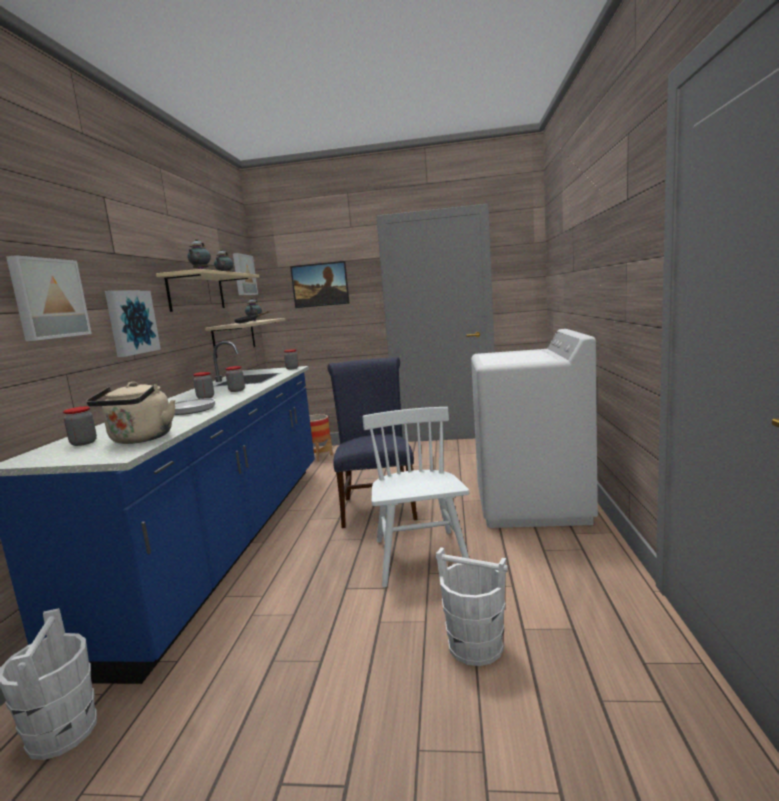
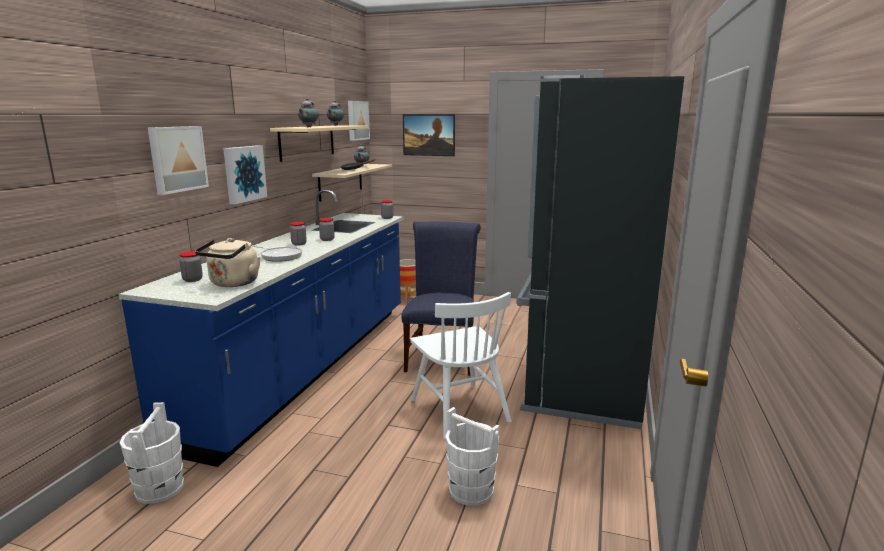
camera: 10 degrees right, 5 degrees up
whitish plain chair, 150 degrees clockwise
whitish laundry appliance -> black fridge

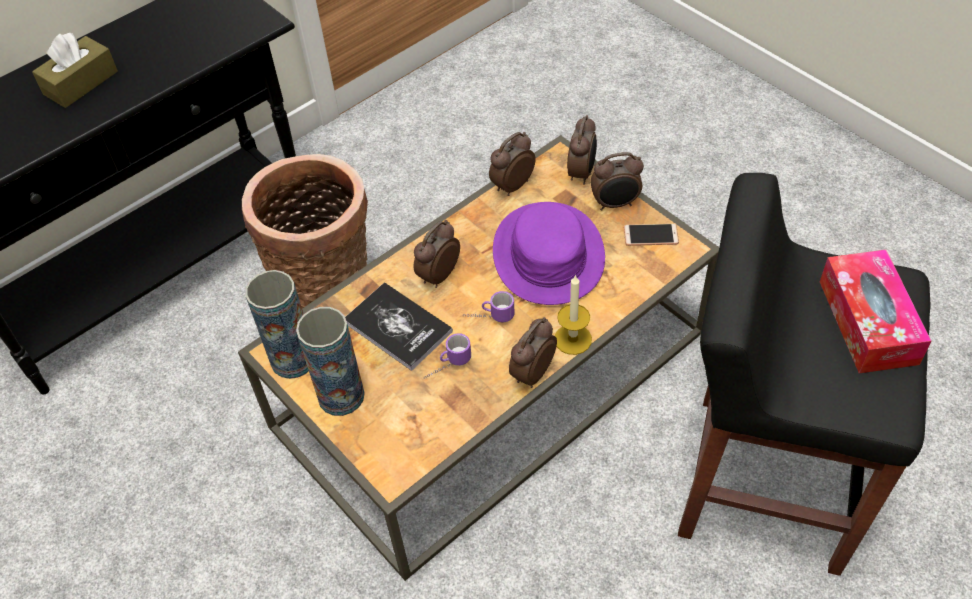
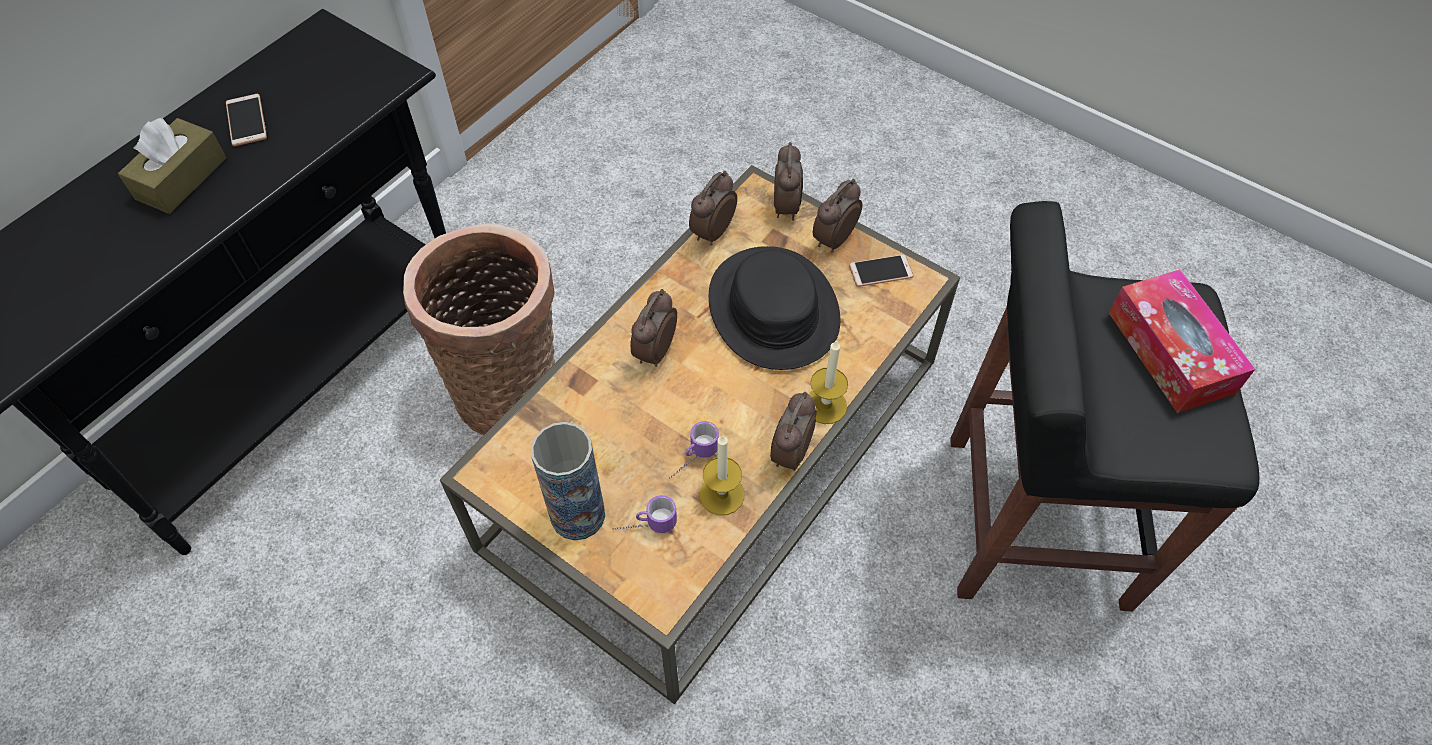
camera: 15 degrees left, 5 degrees up
flower vase (1st from left) -> none
bound book -> none
mug (2nd from left in the first image) -> mug (1st from left), moved
purplish clothing hat -> black clothing hat
table clock (5th from left), 150 degrees clockwise
none -> telephone (1st from left)
none -> wax candle (1st from left)

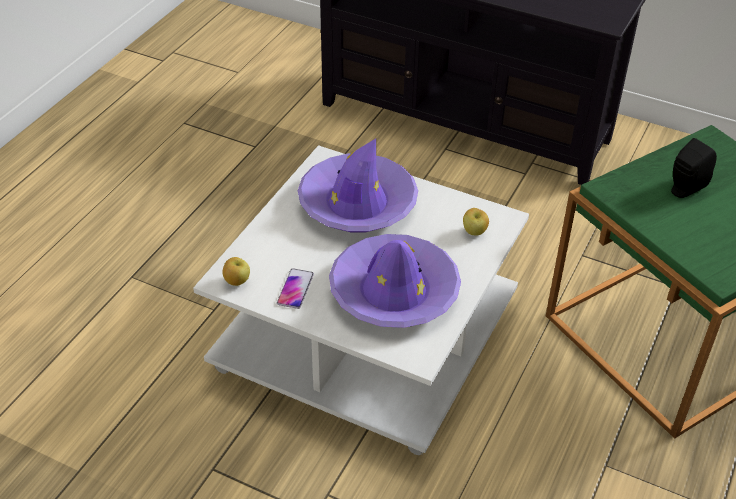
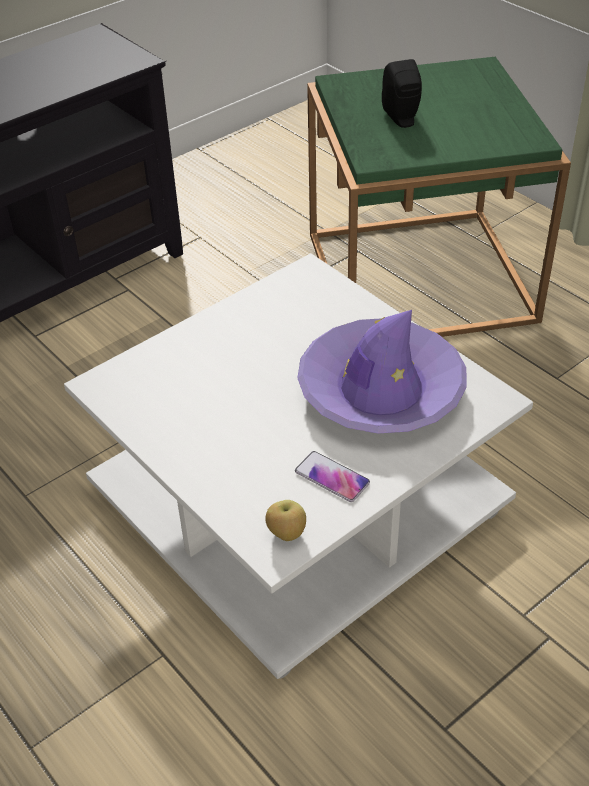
camera: 65 degrees left, 0 degrees up
purplish clothing hat (1st from left) -> none
apple (2nd from left) -> none

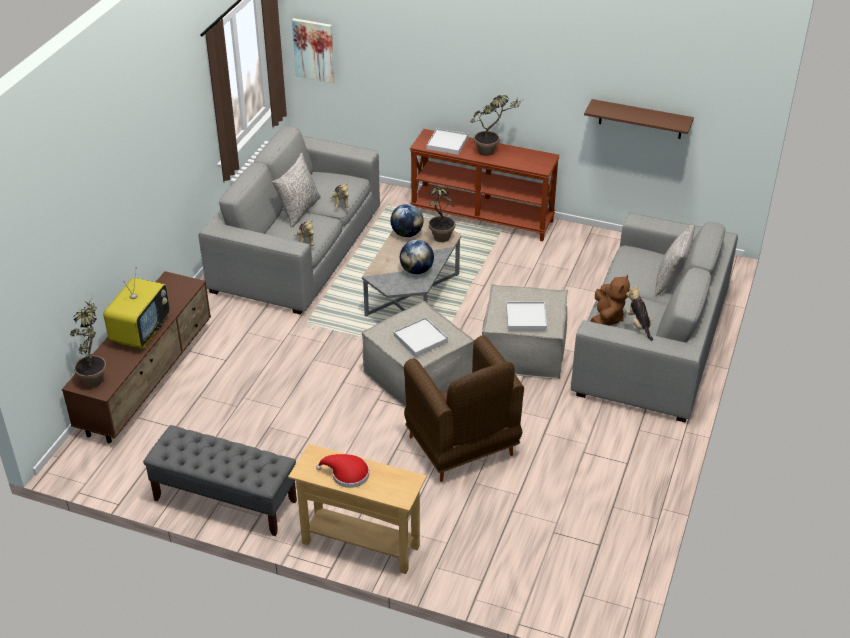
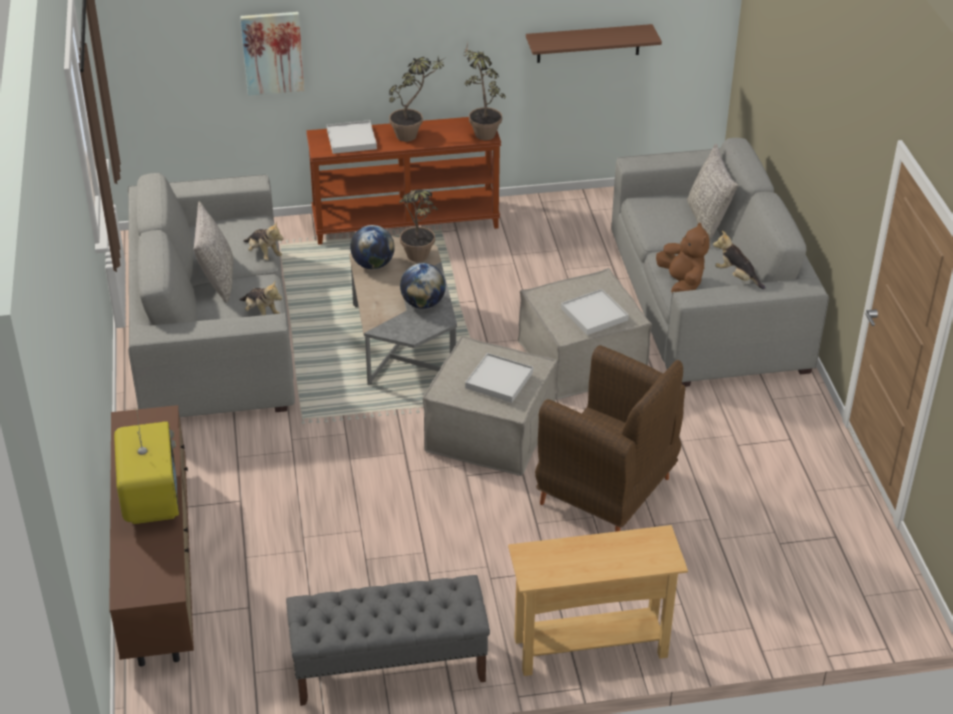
camera: 30 degrees left, 0 degrees up
plant in a pot (1st from left in the first image) -> plant in a pot (3rd from left), moved
picture, moved
red-coloured clothing hat -> none

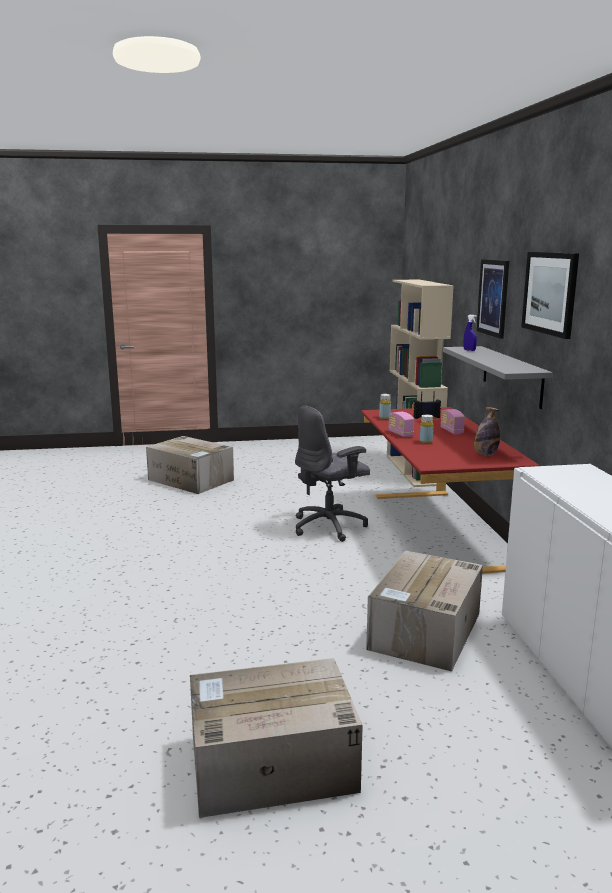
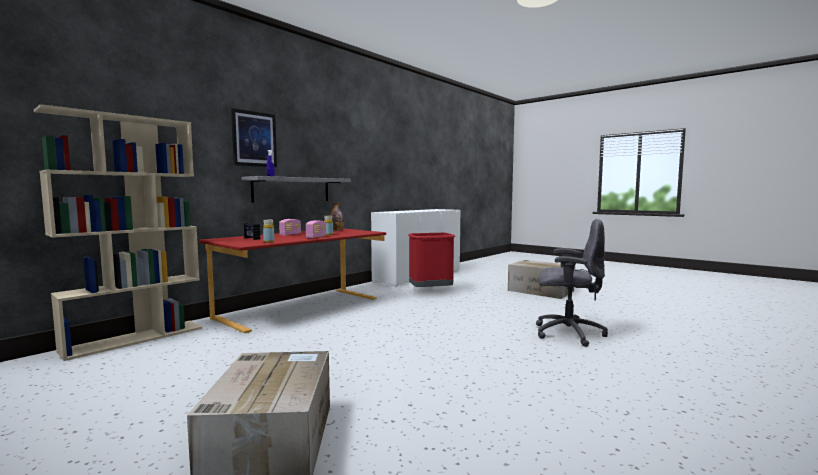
camera: 130 degrees left, 10 degrees down
gray computer chair, moved
carton (3rd from left) -> red-coloured rubbish bin
picture (2nd from left) -> none

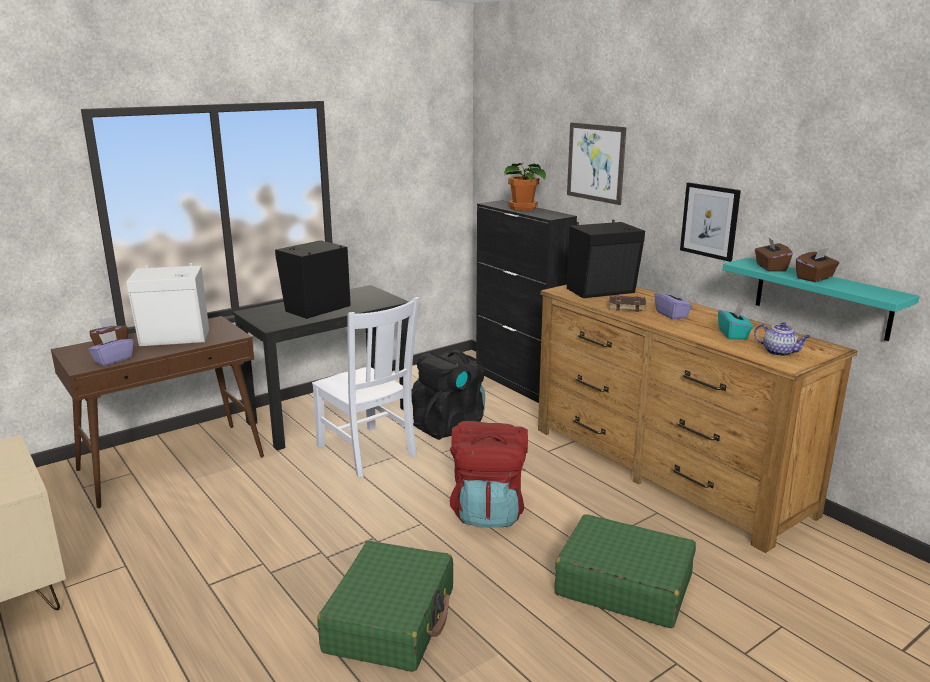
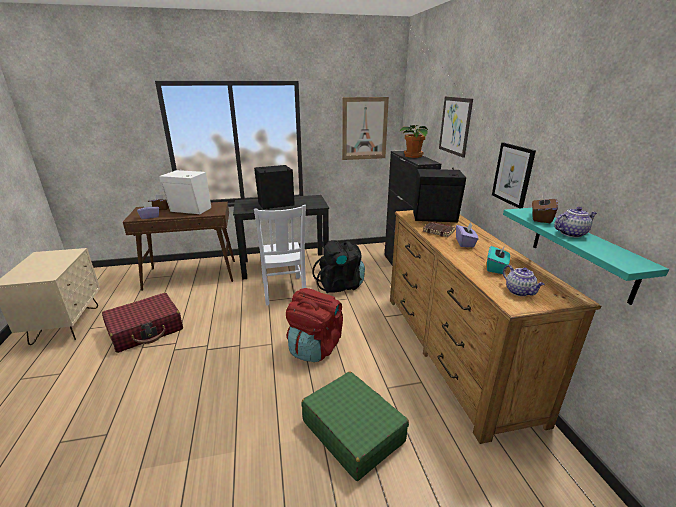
camera: 25 degrees right, 5 degrees up
green piece of luggage (1st from left) -> none
brown-coloured tissue holder (3rd from left) -> pot for tea (2nd from left)
none -> red-coloured piece of luggage
none -> picture (1st from left)

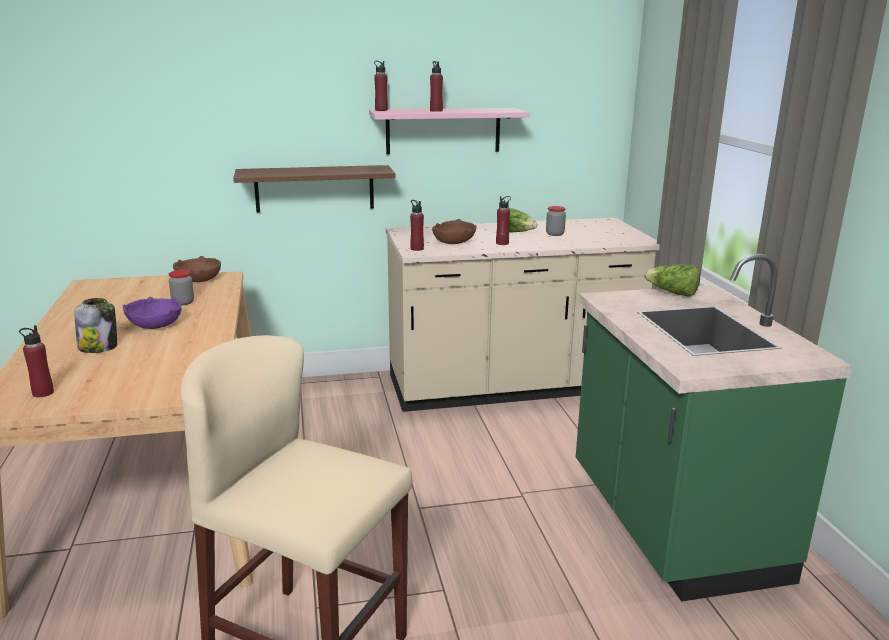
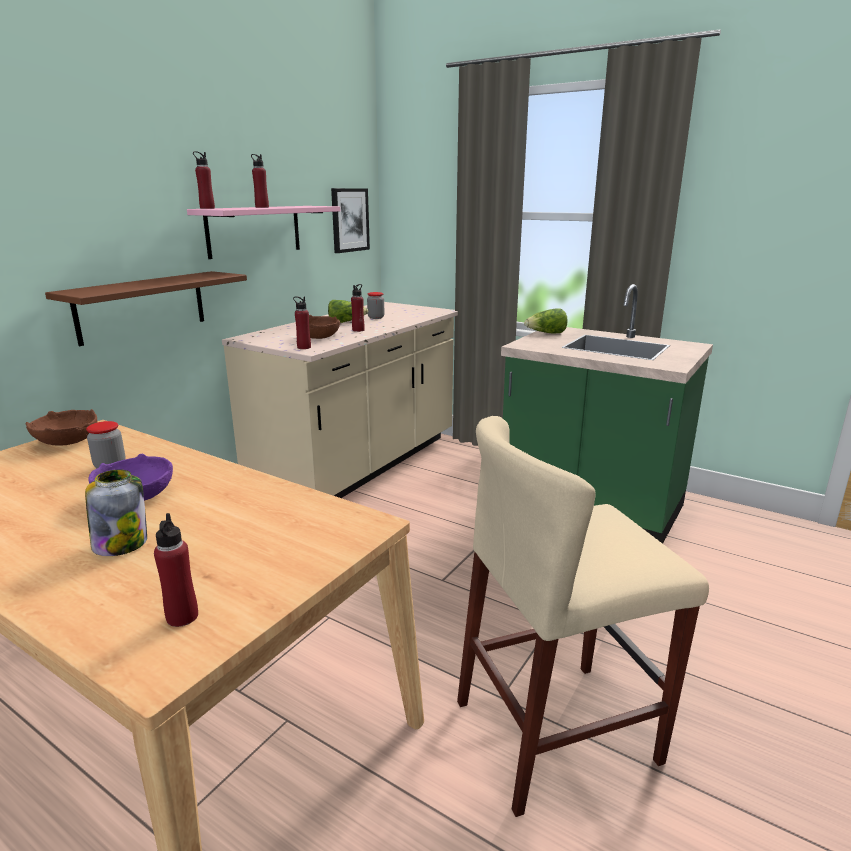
camera: 45 degrees left, 0 degrees up
none -> picture

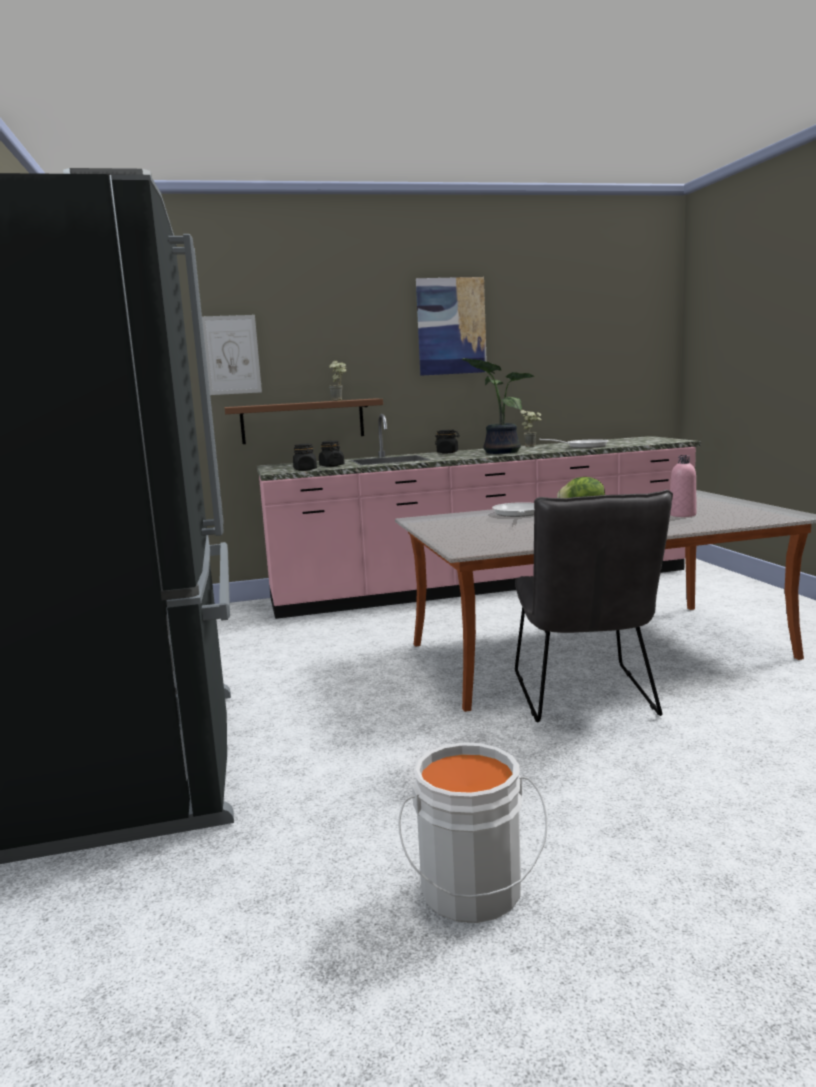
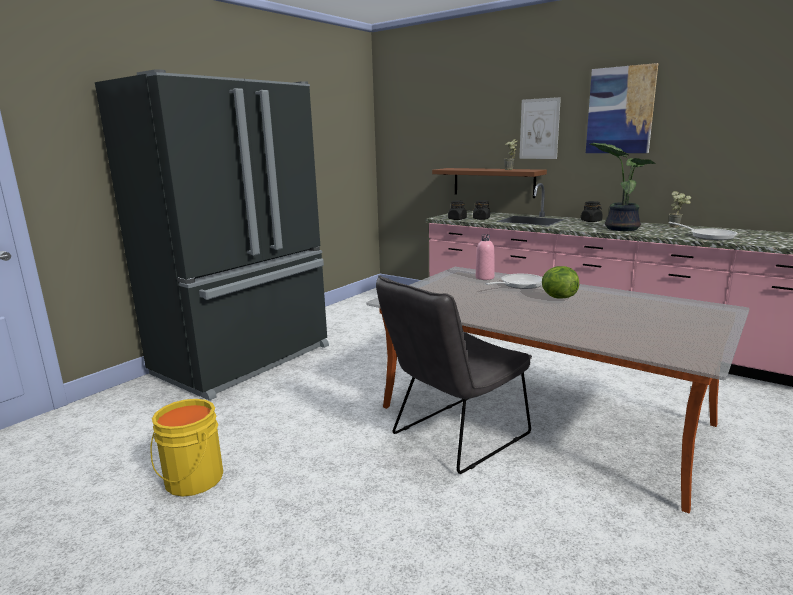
camera: 50 degrees right, 5 degrees up
picture (1st from left), moved
whitish water bucket -> yellowish water bucket
pinkish beverage bottle, moved

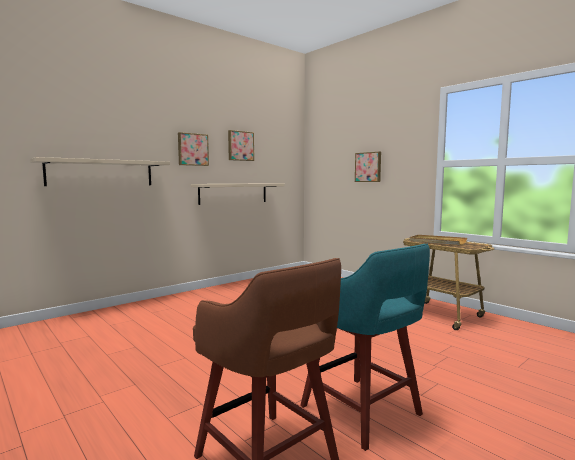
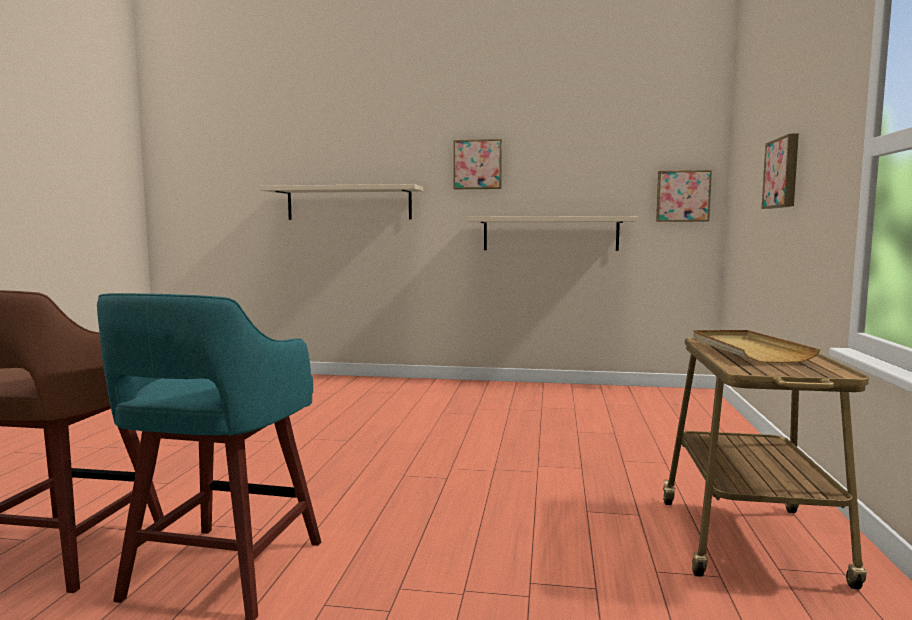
camera: 50 degrees right, 0 degrees up
picture (2nd from left), moved

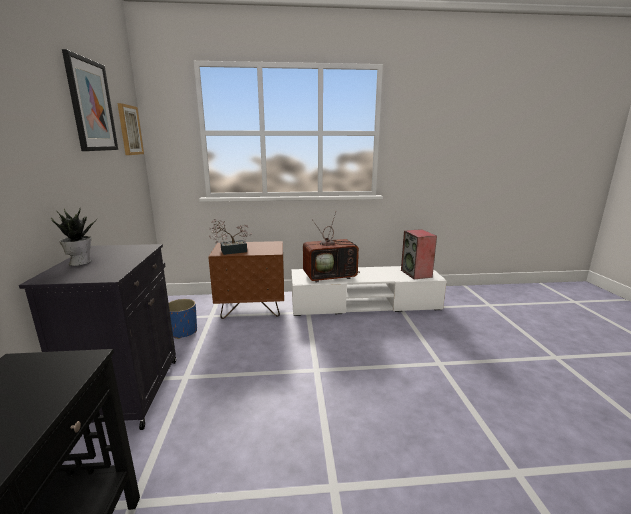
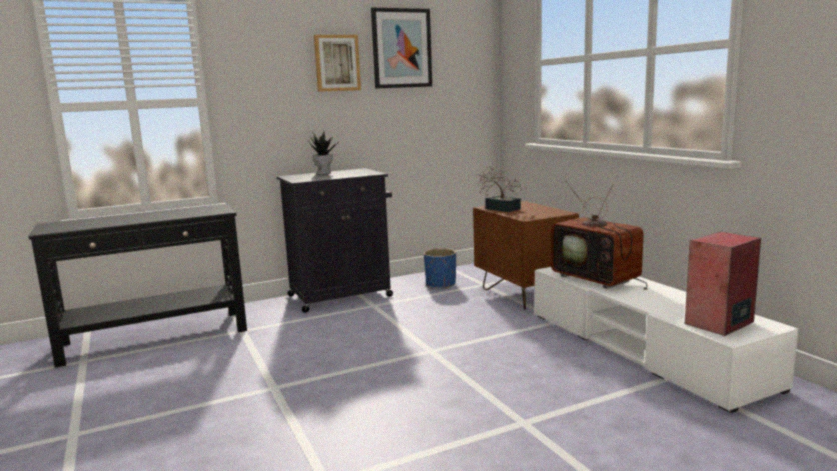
camera: 70 degrees right, 5 degrees down
picture (2nd from left in the first image) -> picture (1st from left), moved

